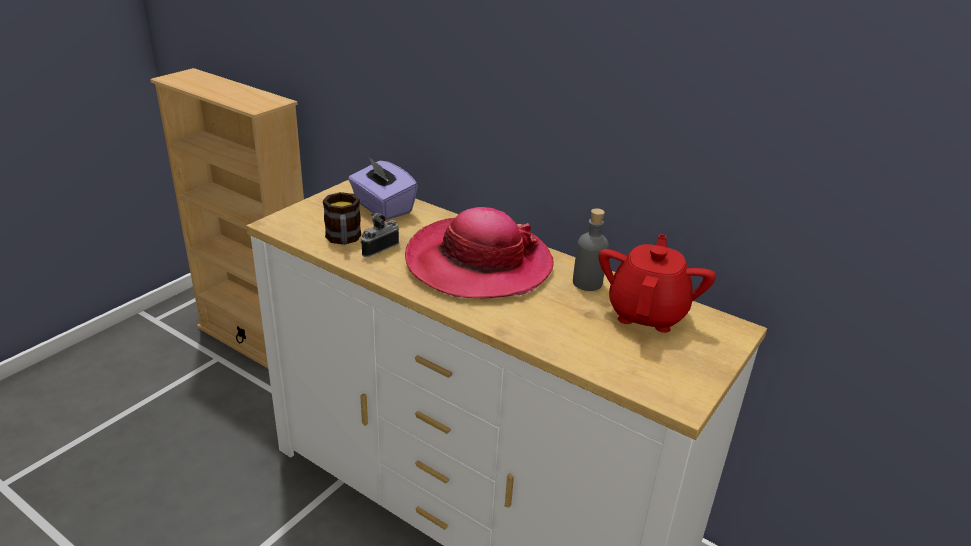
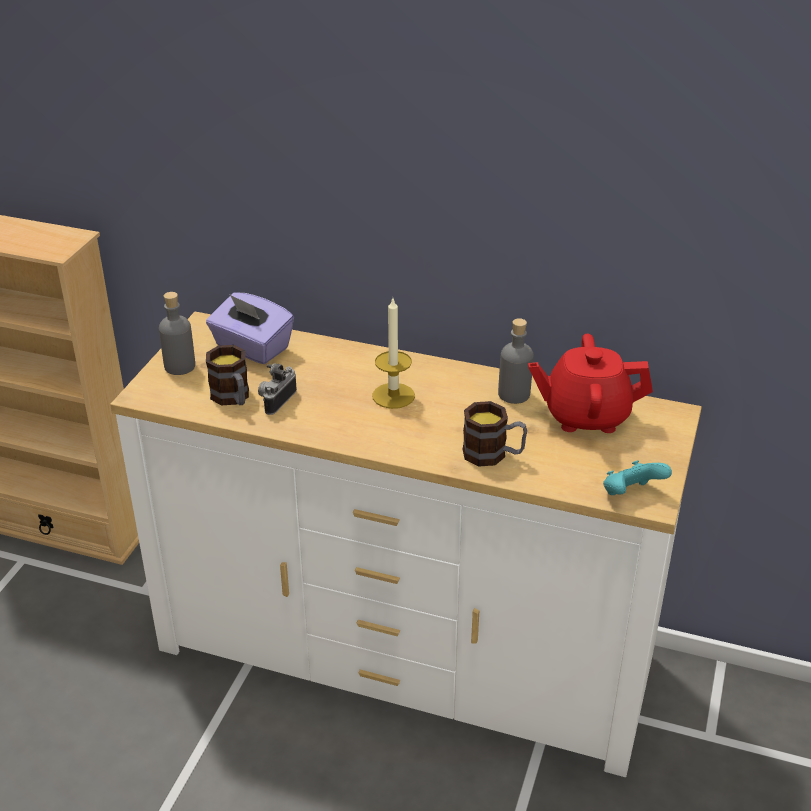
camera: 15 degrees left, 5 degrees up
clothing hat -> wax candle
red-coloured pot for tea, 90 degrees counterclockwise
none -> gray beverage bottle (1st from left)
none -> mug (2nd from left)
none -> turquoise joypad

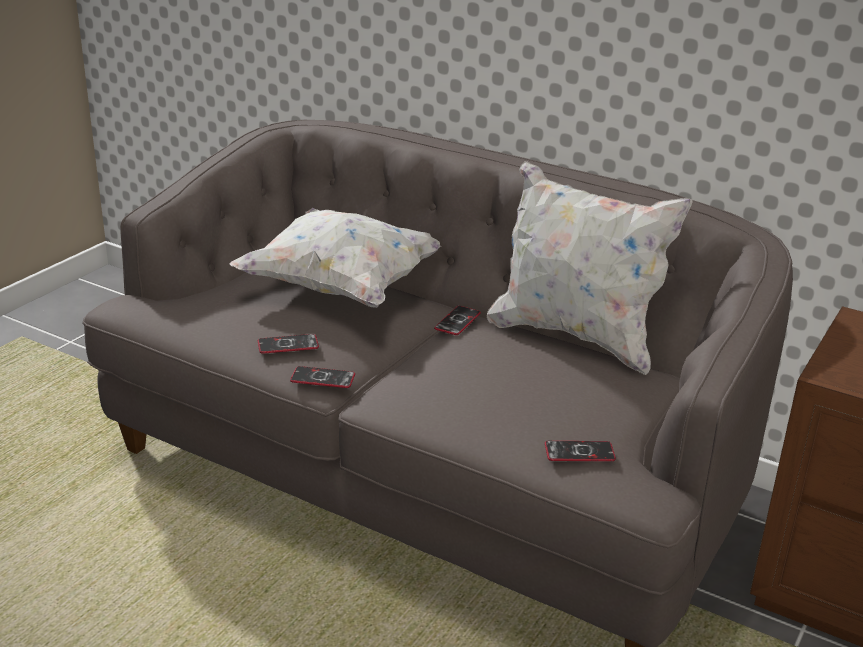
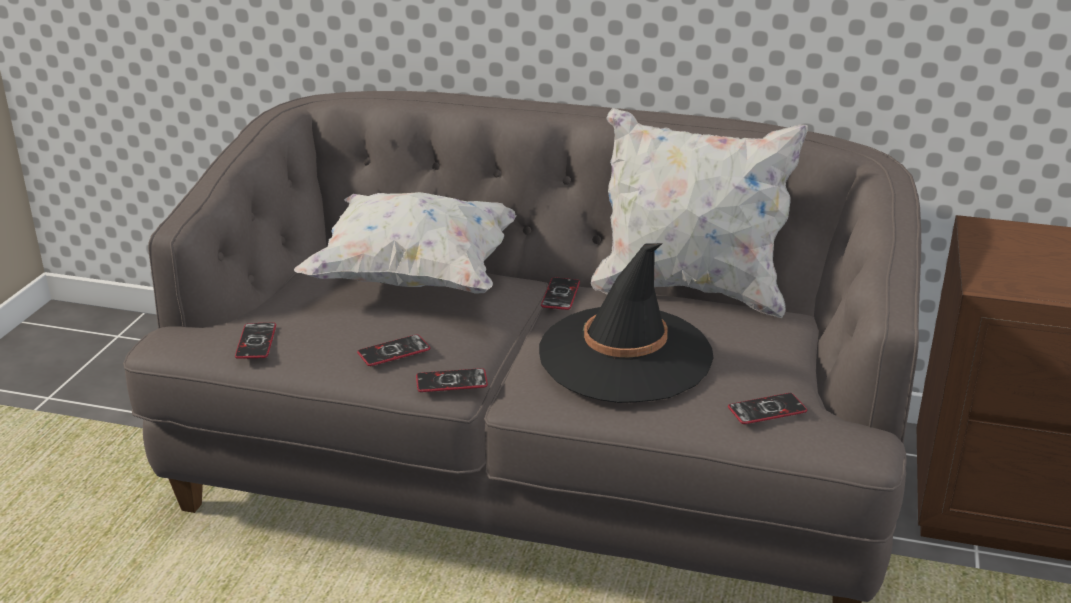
camera: 15 degrees left, 0 degrees up
none -> telephone (1st from left)
none -> black clothing hat

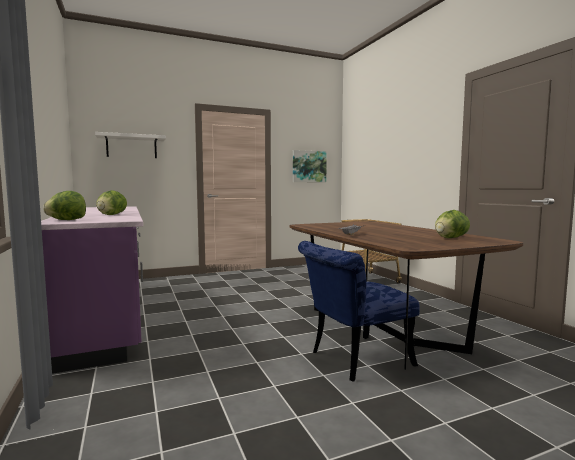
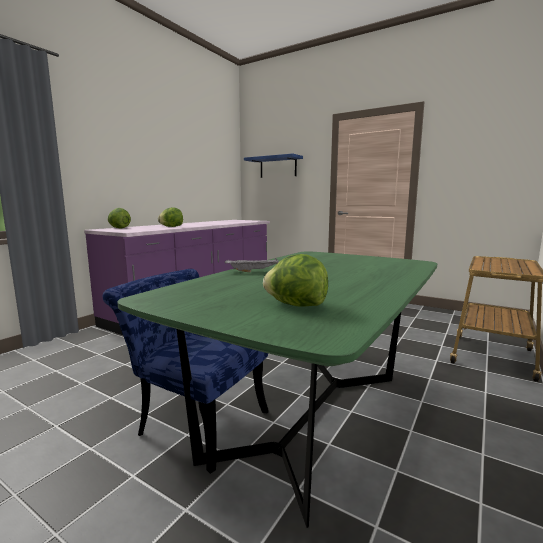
camera: 55 degrees right, 5 degrees up
whitish bracket shelf -> blue bracket shelf
brown-coloured dining table -> green dining table
picture -> none

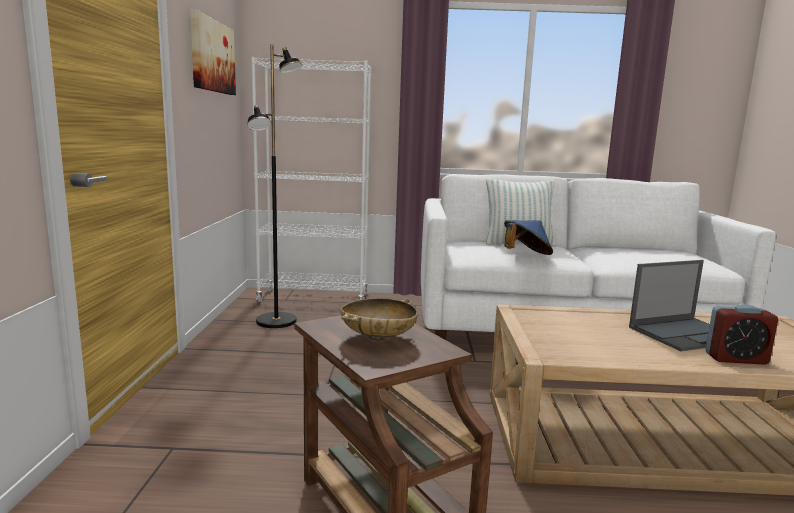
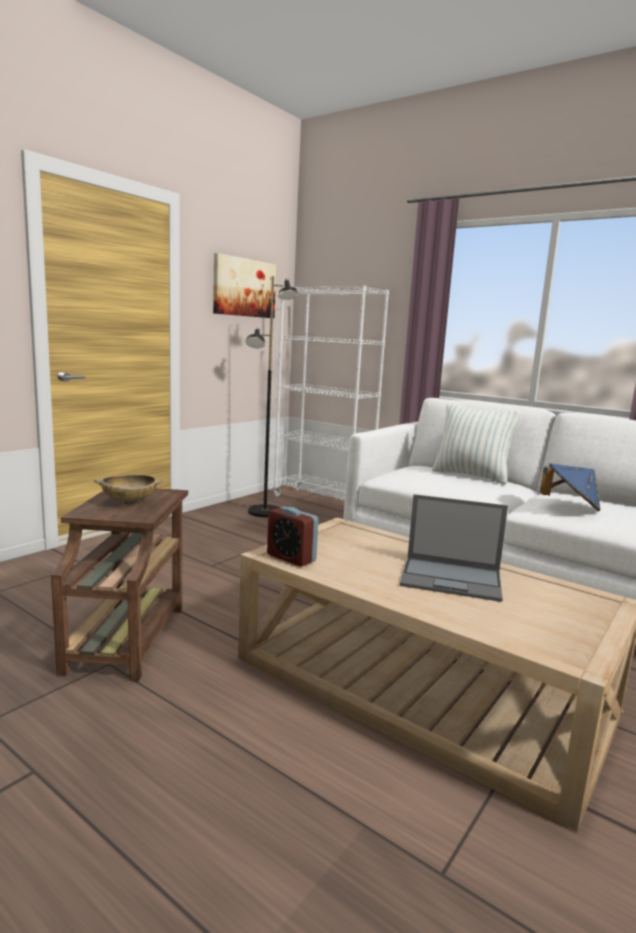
camera: 35 degrees right, 0 degrees up
blue clothing hat, moved
table clock, moved

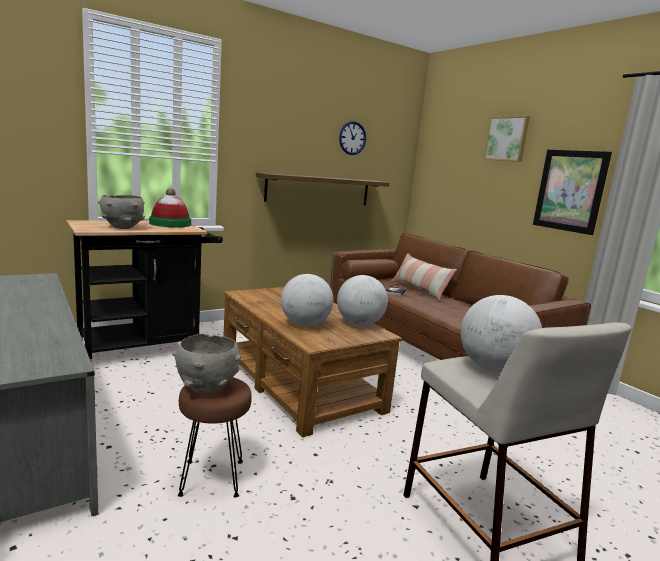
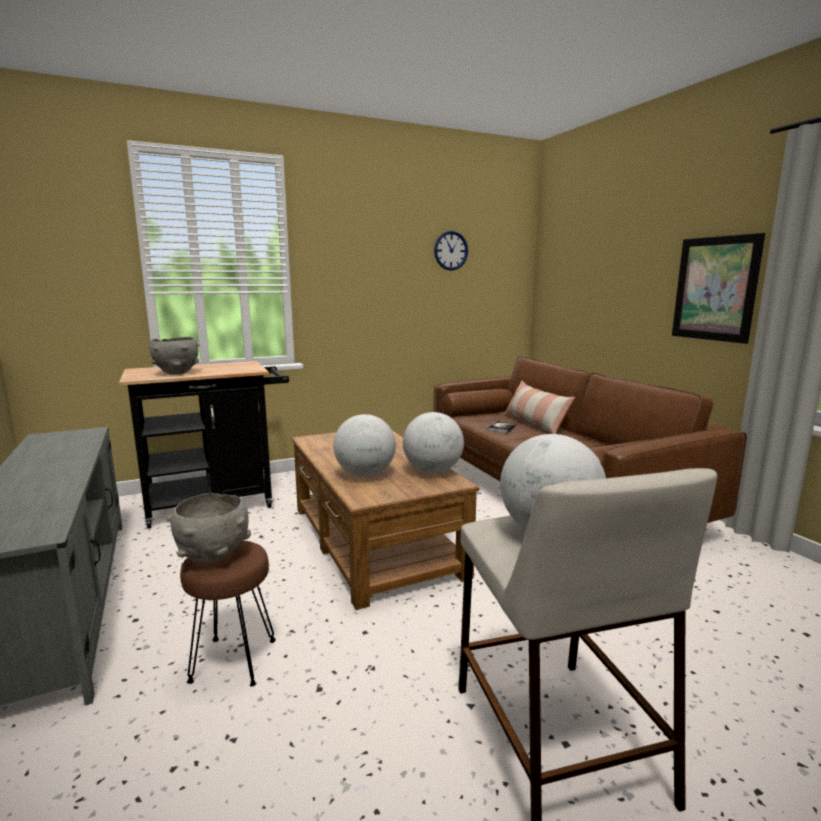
camera: 10 degrees right, 0 degrees up
clothing hat -> none
bracket shelf -> none
picture (1st from left) -> none

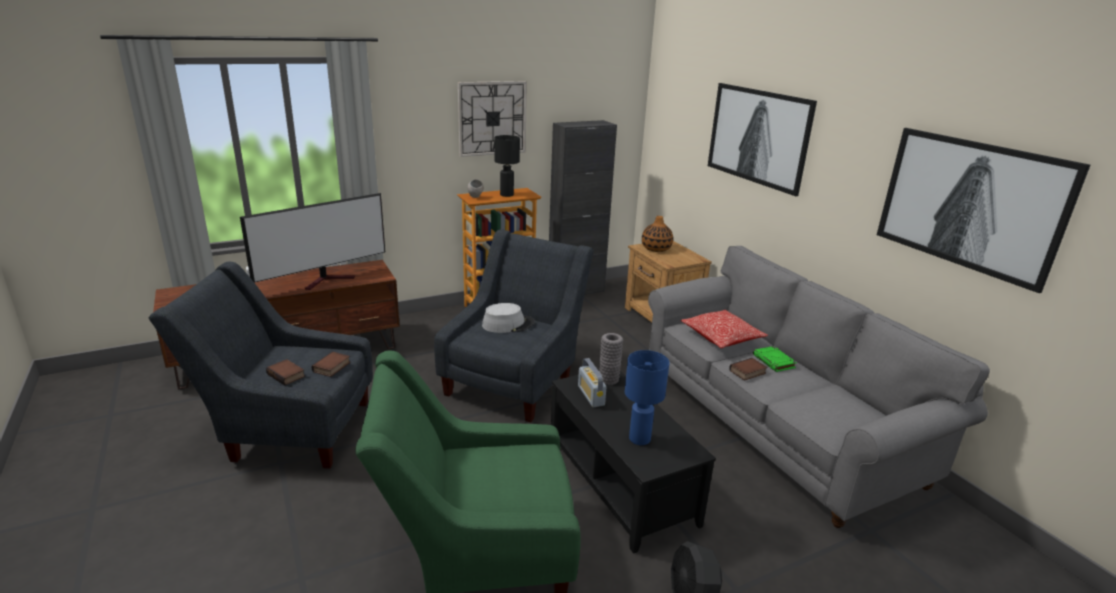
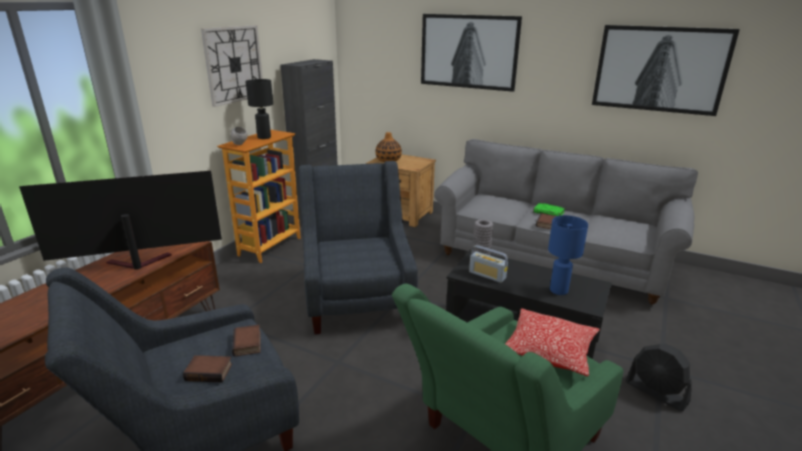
camera: 35 degrees left, 0 degrees up
television, 120 degrees counterclockwise
gray clothing hat -> none
cushion, moved

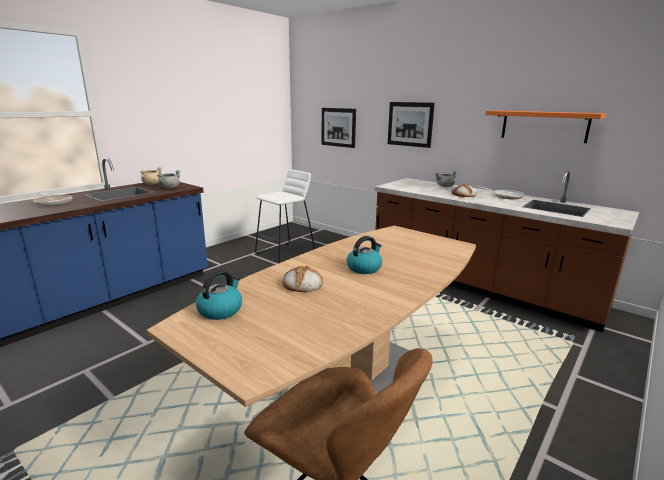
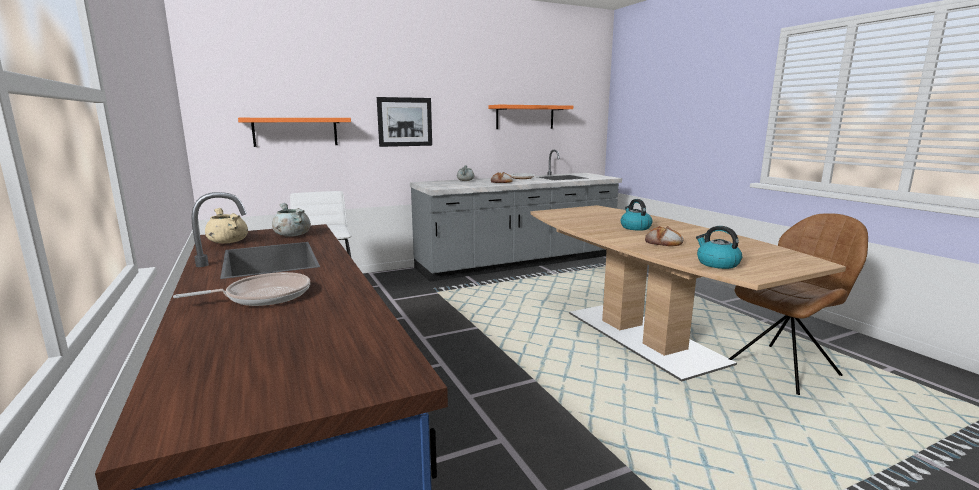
camera: 65 degrees left, 5 degrees down
picture (1st from left) -> orangey bracket shelf (1st from left)
brown-coloured kitchen counter -> gray kitchen counter

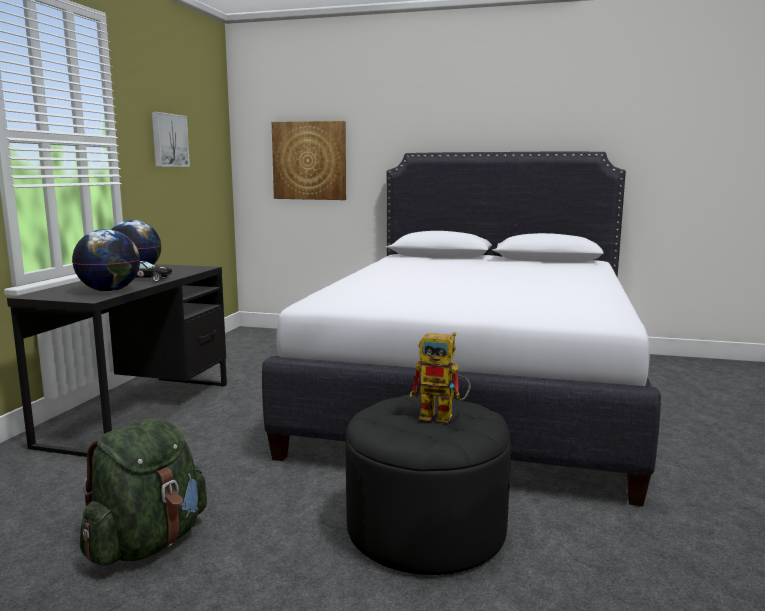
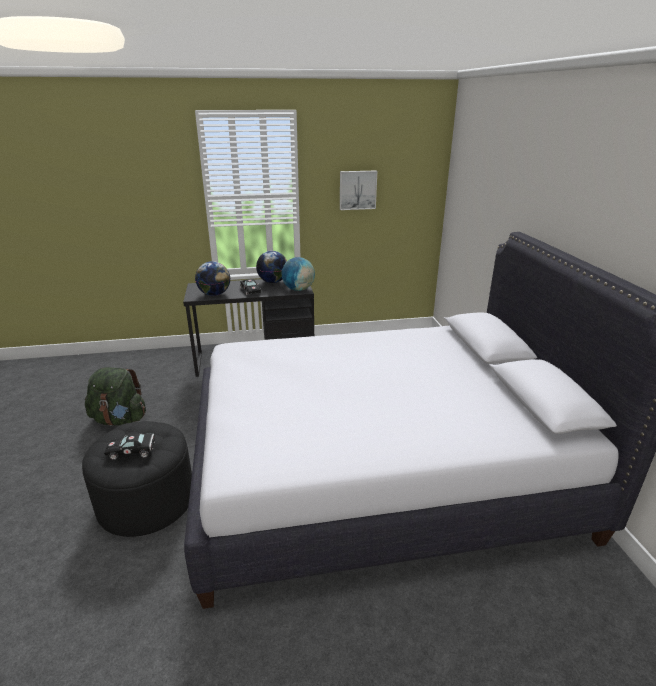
camera: 65 degrees right, 15 degrees up
picture (2nd from left) -> none
robot figure -> black miniature car (1st from left)
none -> desk globe (3rd from left)

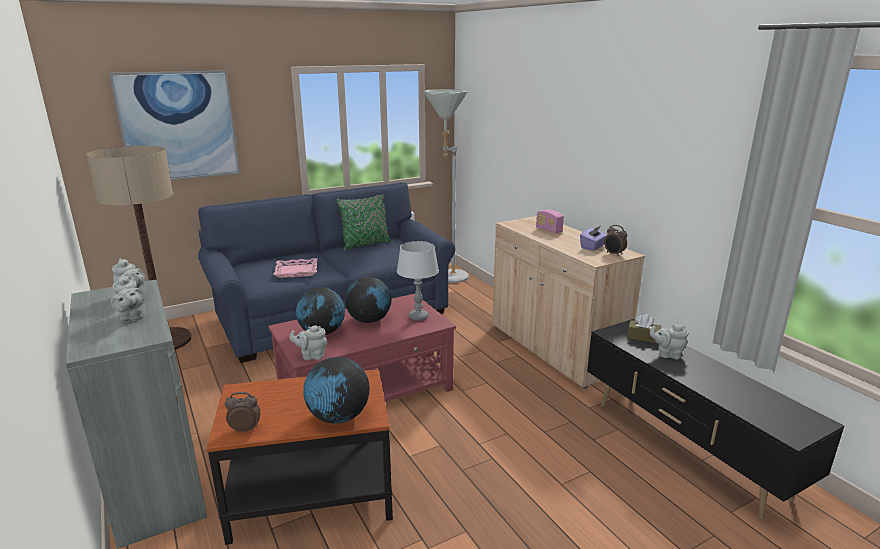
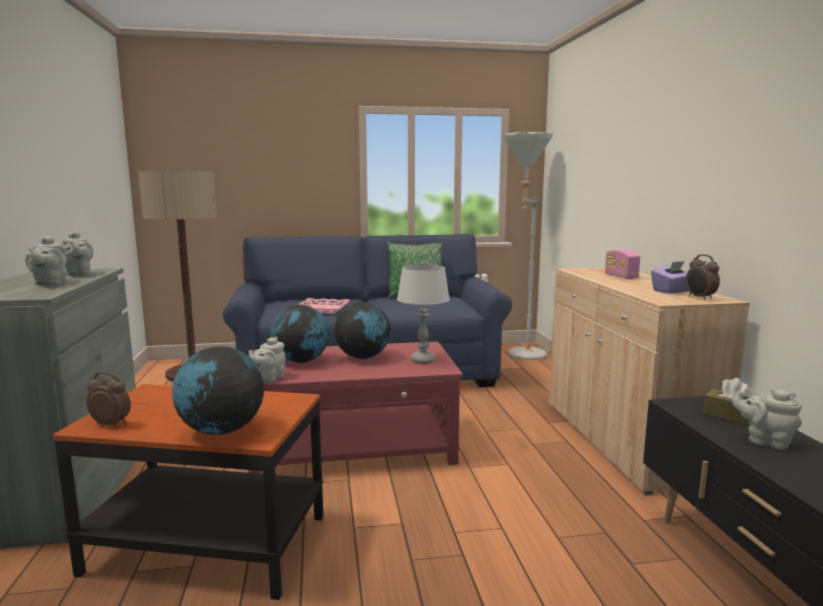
camera: 20 degrees right, 10 degrees down
picture -> none
gray pot for tea (3rd from left), 75 degrees counterclockwise

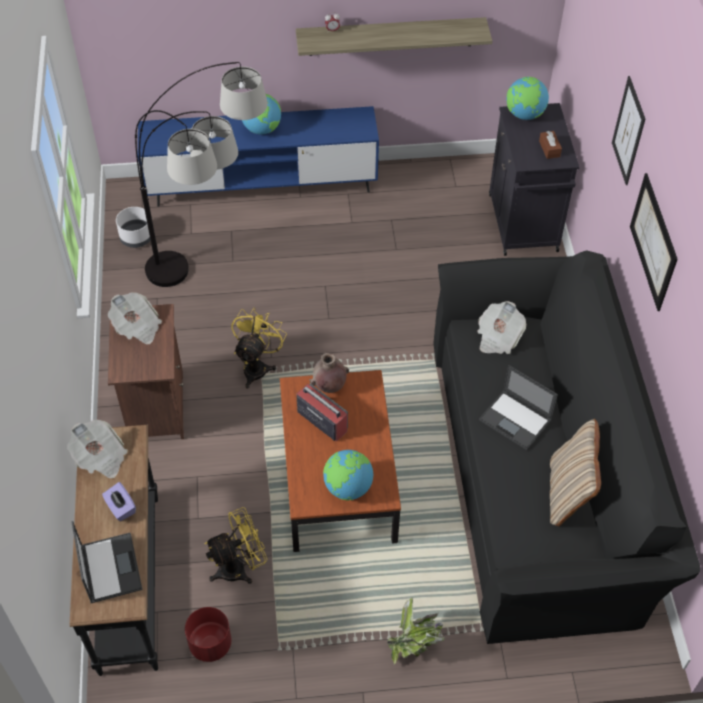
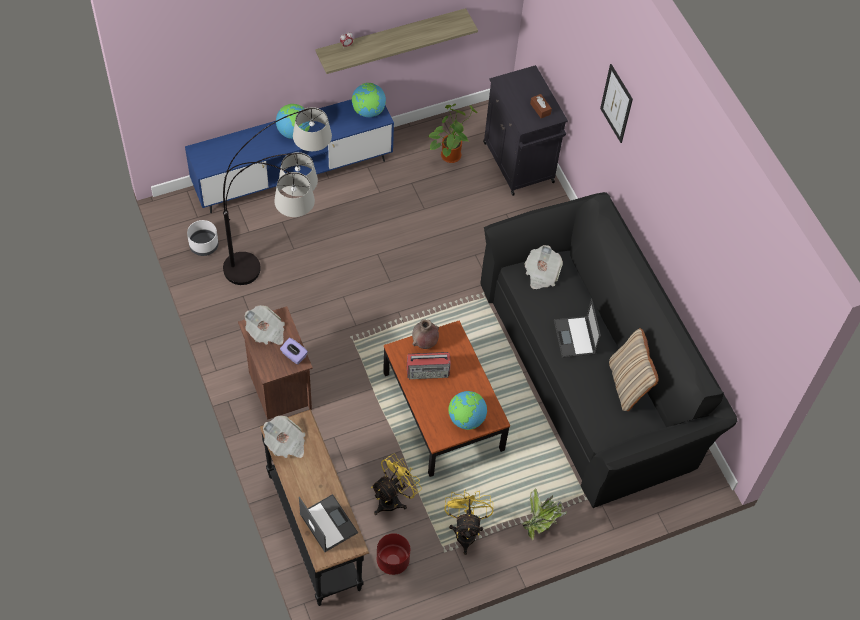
camera: 20 degrees left, 5 degrees up
purplish tissue holder, moved
yellowish electric fan (2nd from left), moved
radio receiver, 150 degrees clockwise
laptop (2nd from left), 60 degrees clockwise
desk globe (3rd from left in the first image) -> desk globe (2nd from left), moved
picture (2nd from left) -> none
none -> plant in a pot (1st from left)

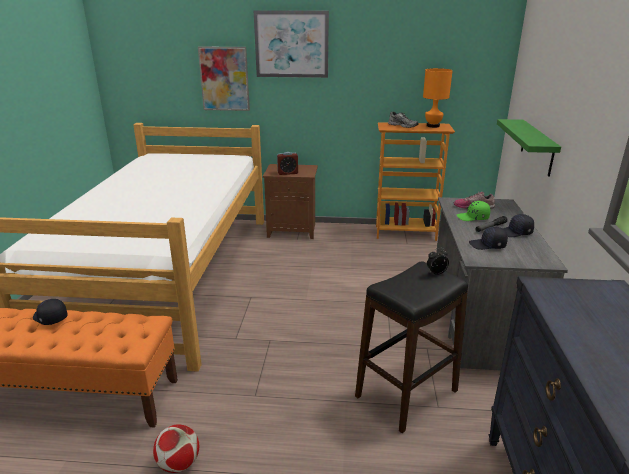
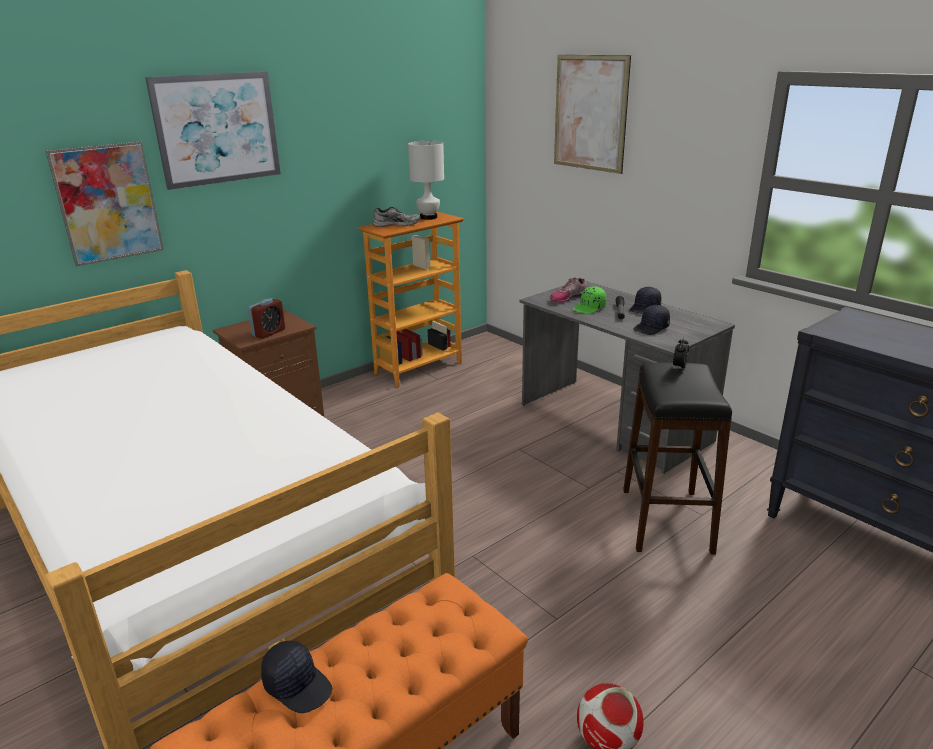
camera: 45 degrees left, 0 degrees up
black baseball cap (1st from left), 135 degrees counterclockwise
orangey table lamp -> whitish table lamp
green bracket shelf -> none
none -> picture (3rd from left)

